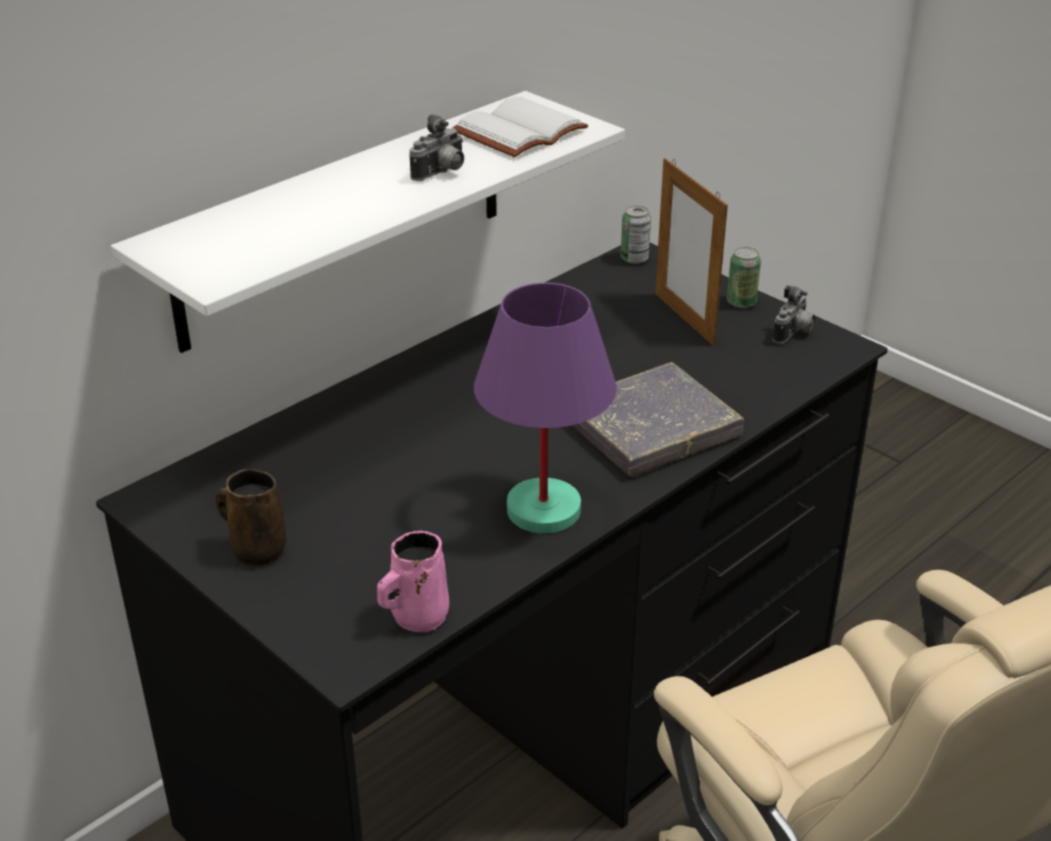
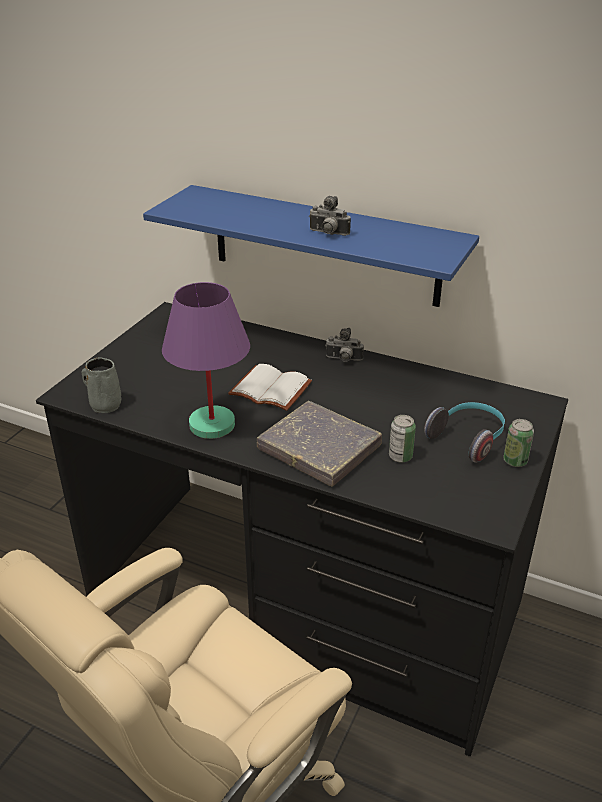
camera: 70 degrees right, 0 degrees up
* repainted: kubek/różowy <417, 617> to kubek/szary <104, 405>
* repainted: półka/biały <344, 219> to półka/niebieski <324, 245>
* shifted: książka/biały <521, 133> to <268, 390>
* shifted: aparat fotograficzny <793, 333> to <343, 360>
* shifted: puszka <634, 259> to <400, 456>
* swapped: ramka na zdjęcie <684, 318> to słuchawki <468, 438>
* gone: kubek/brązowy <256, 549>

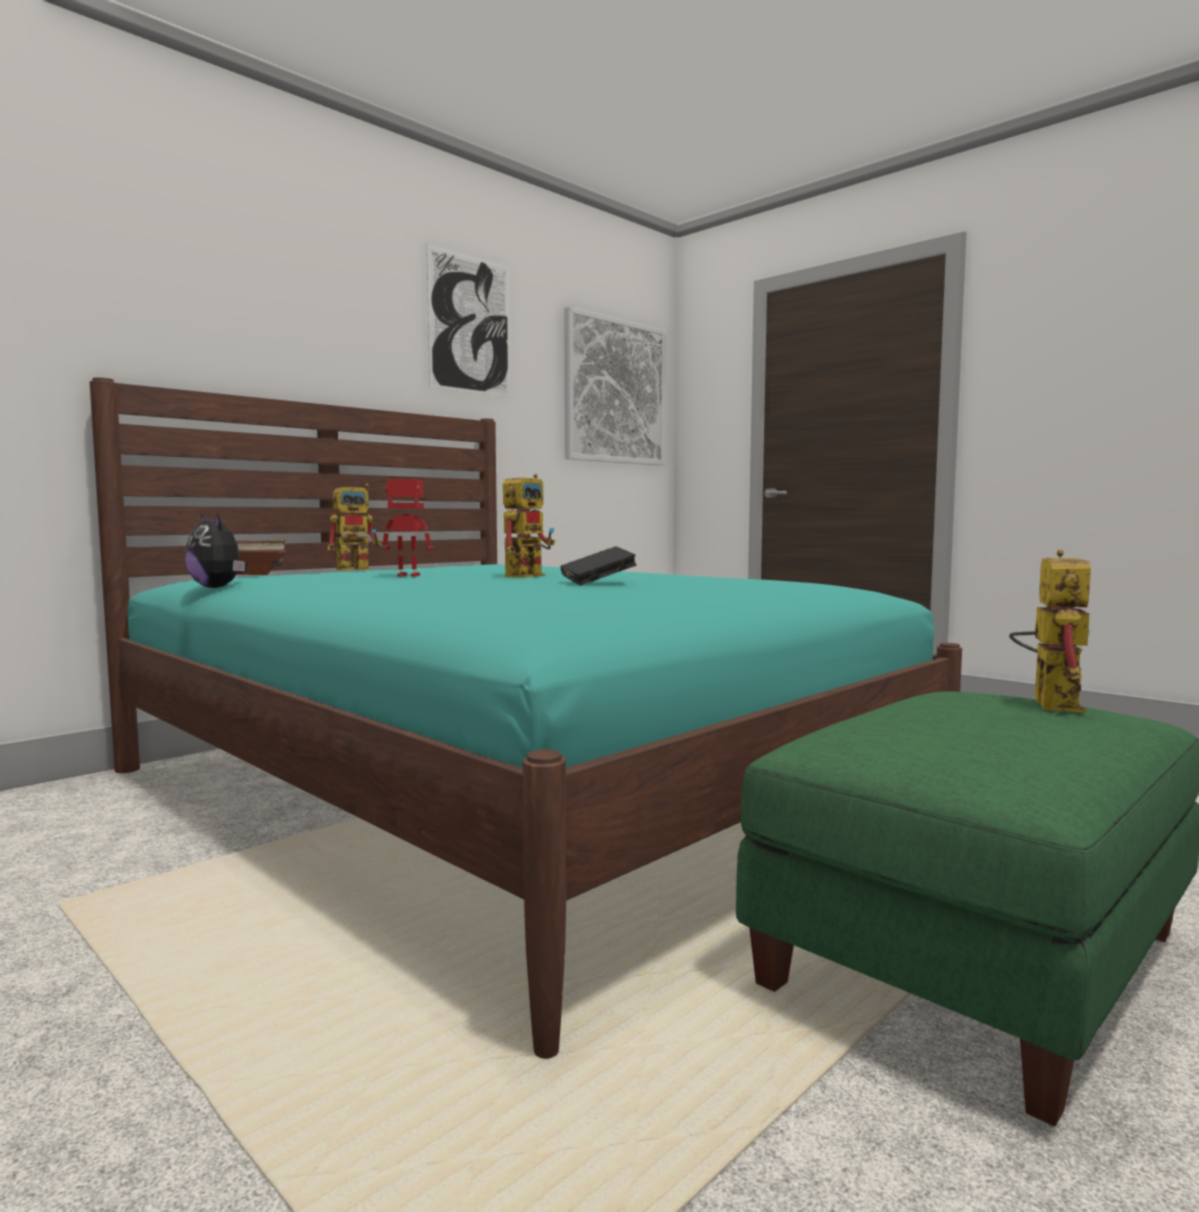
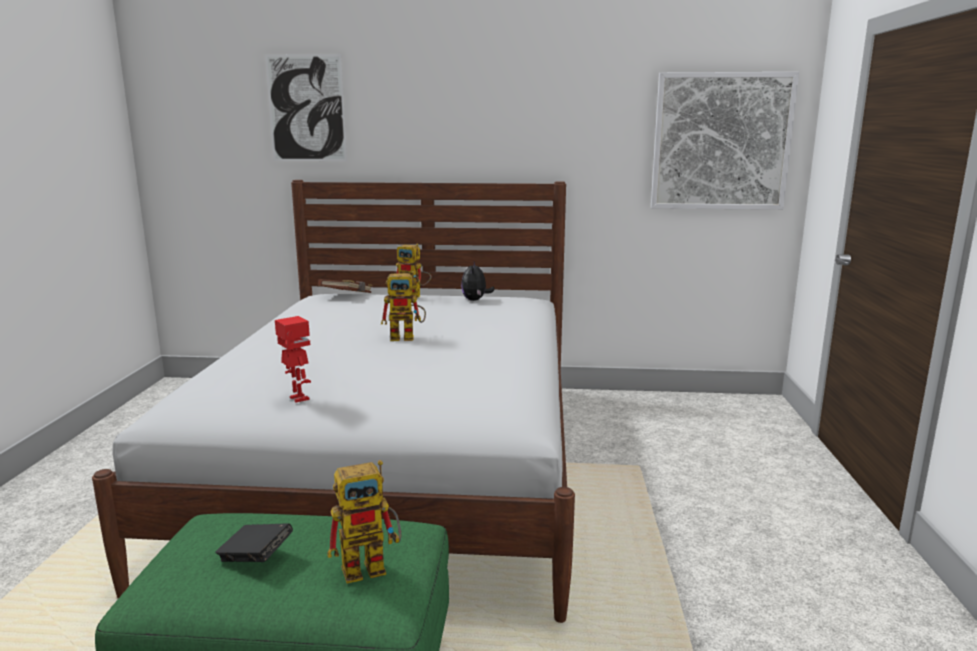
camera: 50 degrees right, 10 degrees up
* repainted: łóżko/turkusowy <506, 789> to łóżko/biały <398, 466>
* shifted: książka/czarny <598, 583> to <256, 557>
* shifted: obraz <470, 324> to <306, 108>
* shifted: robot zabawkowy <407, 576> to <298, 399>
* shifted: pluszak <218, 588> to <475, 300>

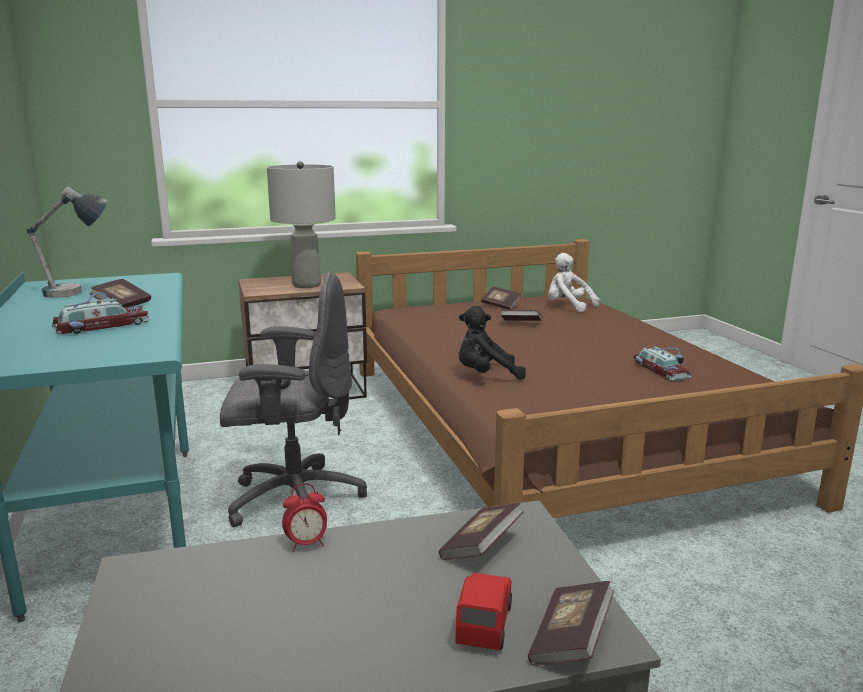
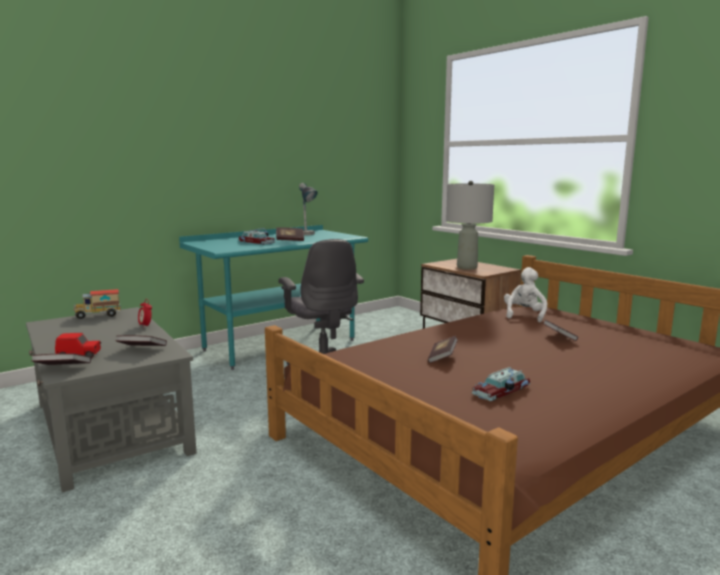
camera: 70 degrees right, 5 degrees down
* new: ciężarówka zabawkowa <98, 316>
* shifted: książka <500, 305> to <442, 357>
* shifted: pluszak/biały <568, 306> to <524, 315>
* gone: pluszak/czarny <486, 376>

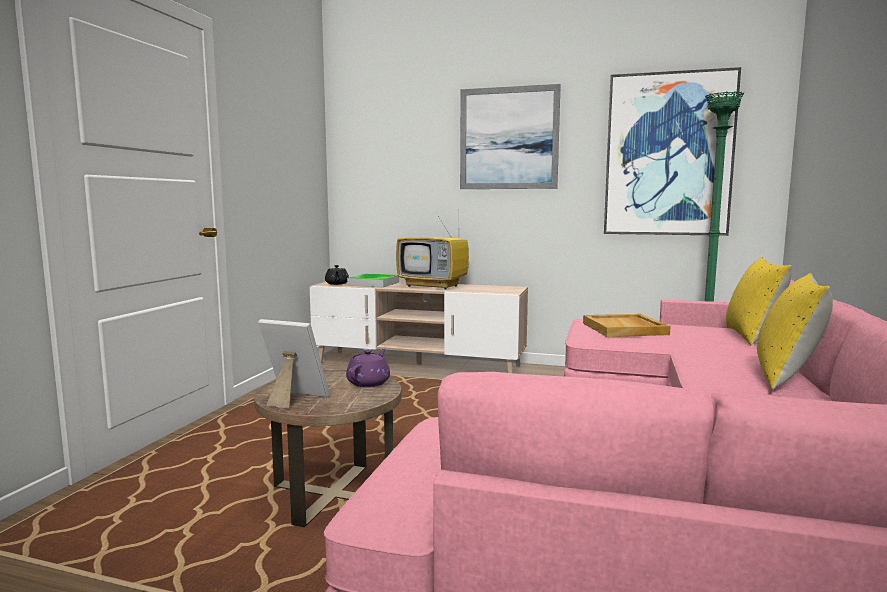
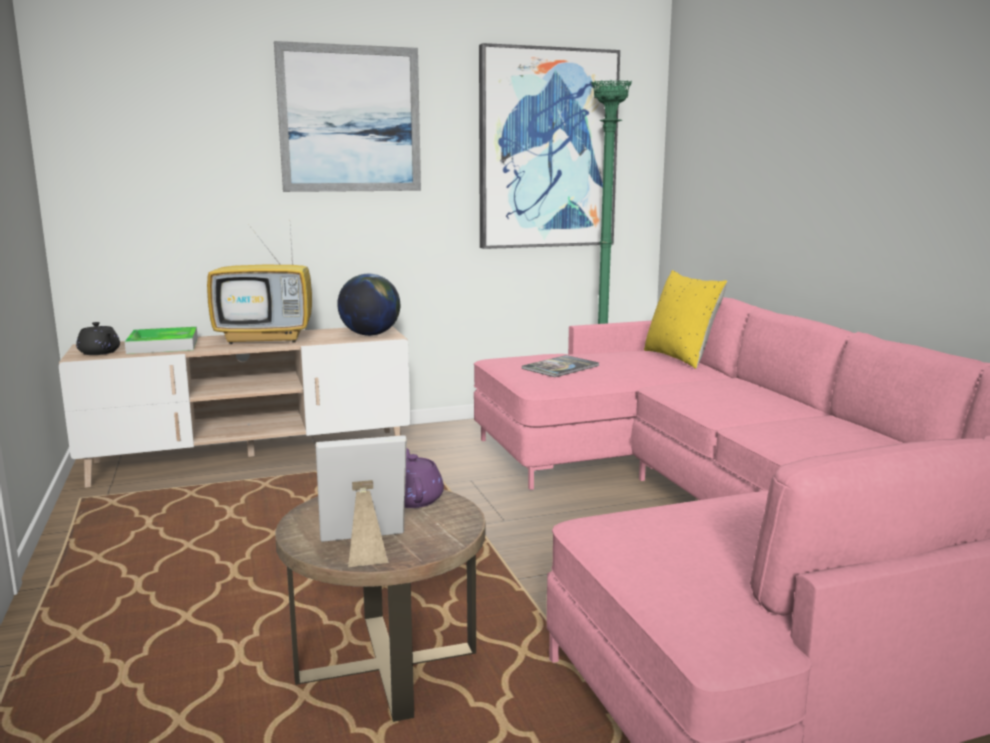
camera: 35 degrees left, 5 degrees up
* new: globus <370, 334>
* swapped: taca/beżowy <625, 329> to książka <560, 367>
* gone: poduszka/żółty <787, 377>

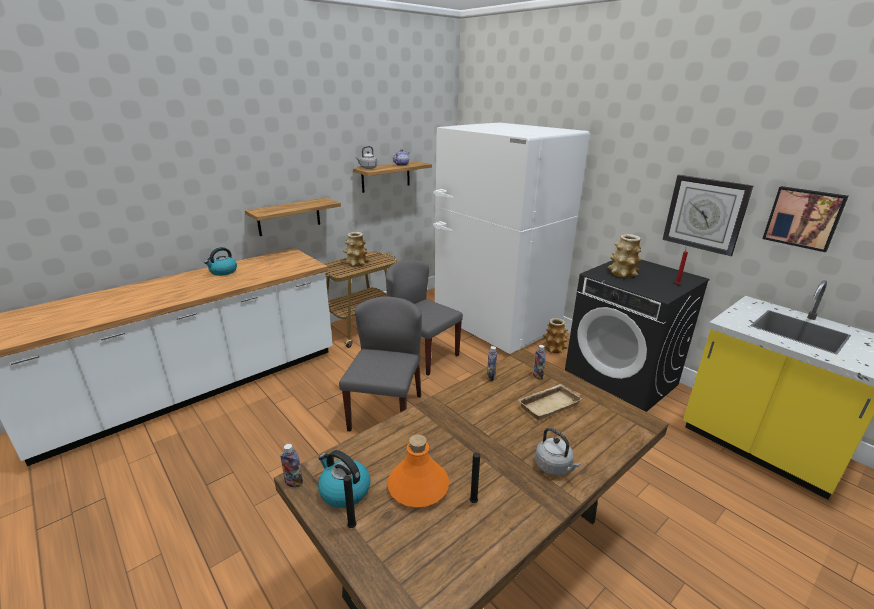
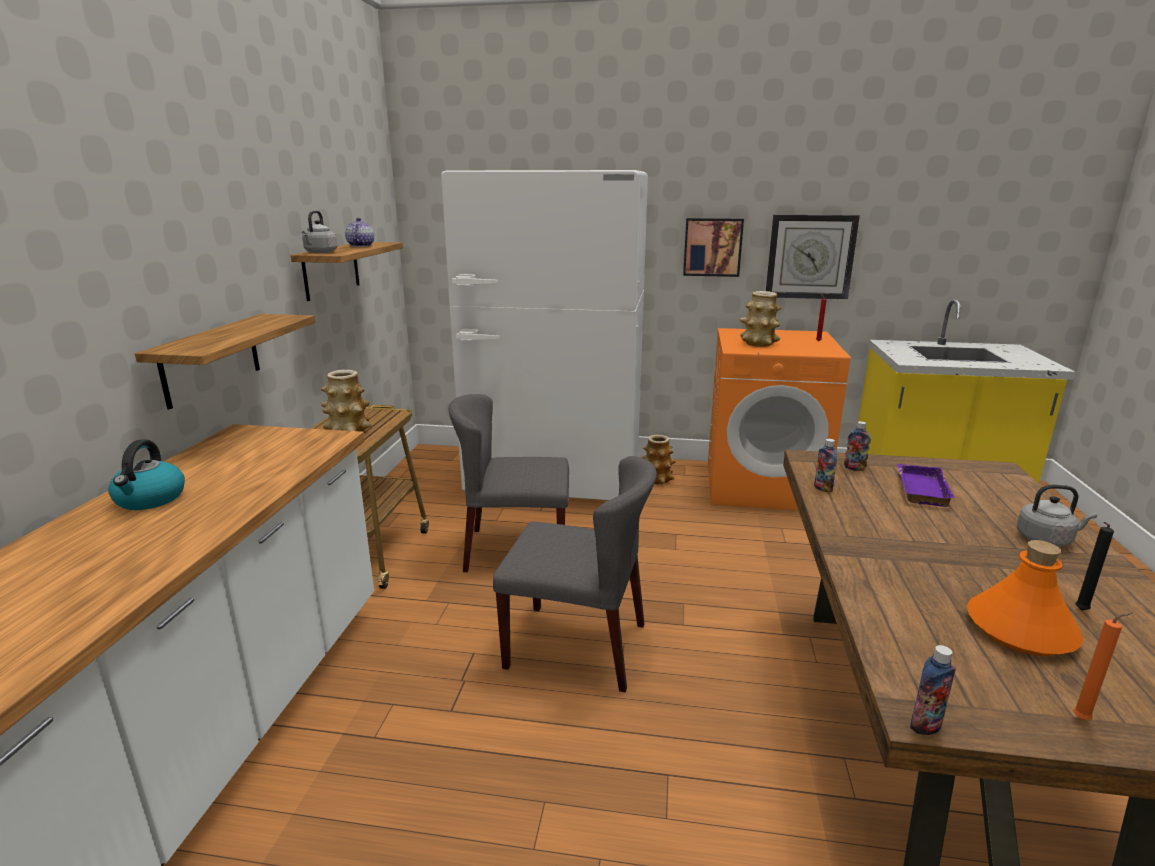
camera: 40 degrees left, 5 degrees down
* rotated: krzesło/szary <385, 411> = <578, 645> 135 degrees clockwise
* shifted: obraz <803, 218> to <712, 247>
* repainted: pralka/czarny <621, 381> to pralka/pomarańczowy <763, 485>
* repainted: taca/beżowy <548, 404> to taca/fioletowy <919, 489>
* repainted: świeca/czarny <352, 528> to świeca/pomarańczowy <1083, 719>
* gone: czajnik <344, 491>

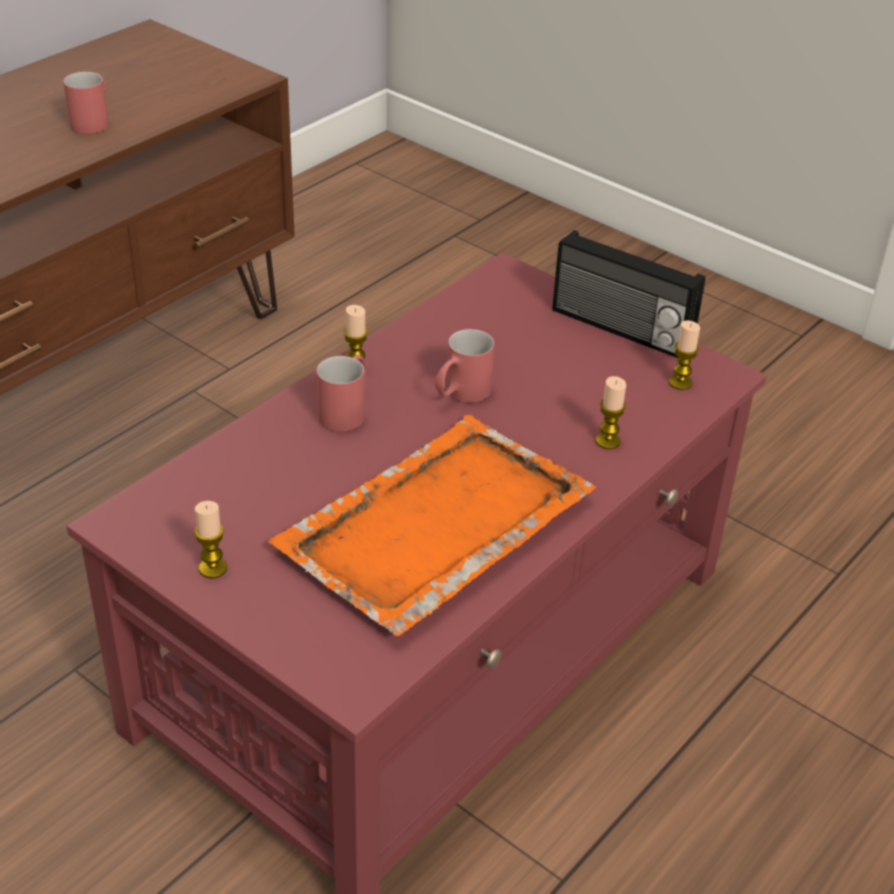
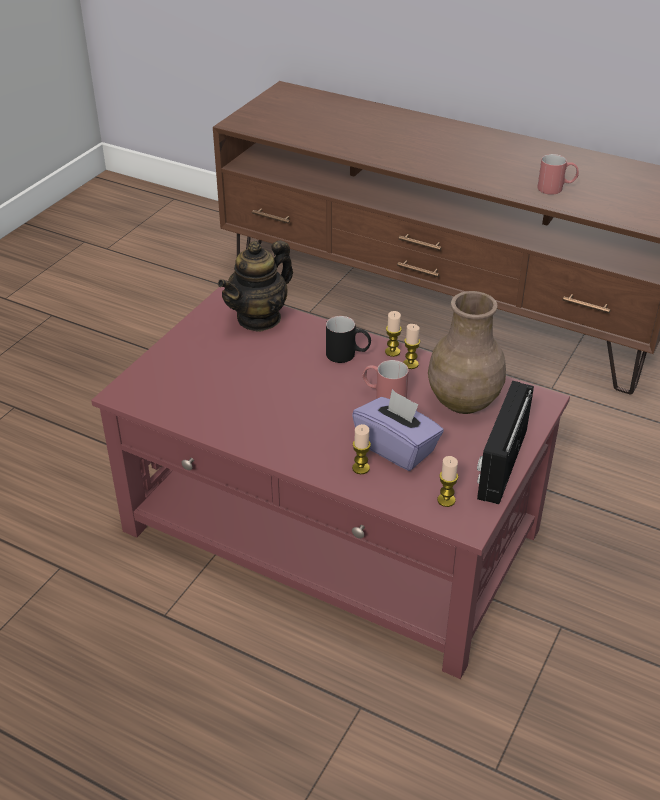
camera: 80 degrees right, 0 degrees up
* new: imbryk <259, 318>
* repainted: kubek/czerwony <347, 410> to kubek/czarny <348, 355>
* new: pudełko chusteczek/fioletowy <396, 448>
* shifted: świeca <213, 568> to <410, 364>
* new: wazon/brązowy <463, 402>
* gone: taca/pomarańczowy <433, 527>

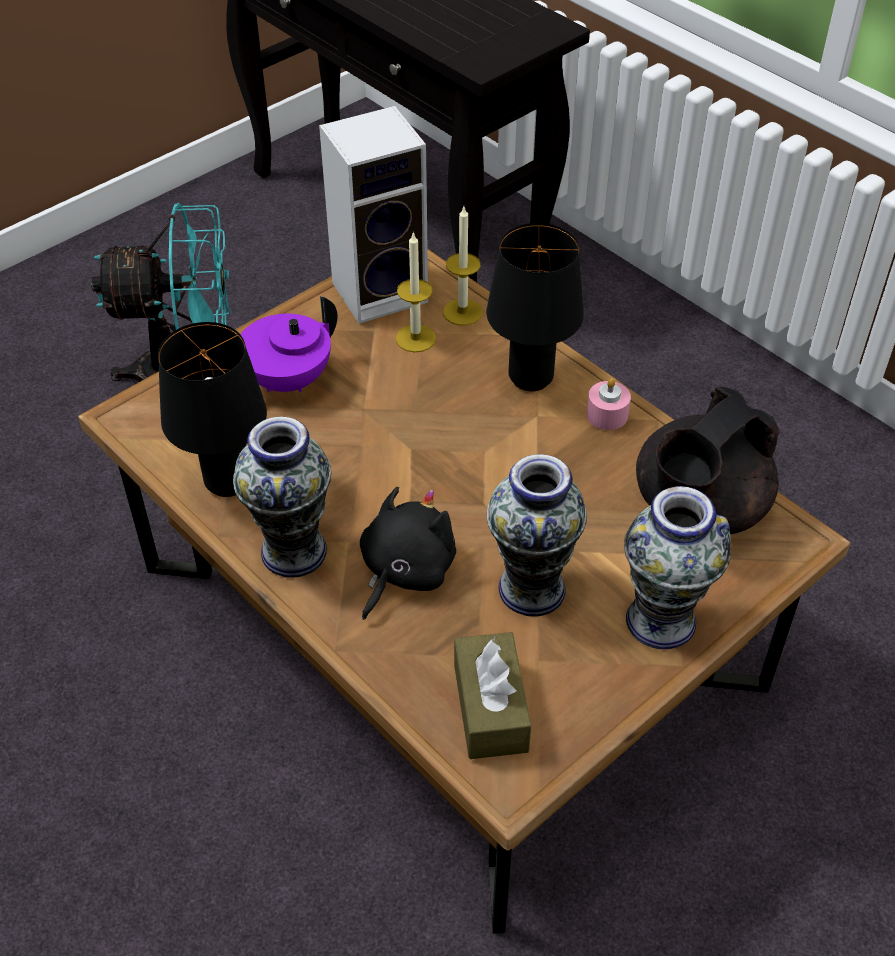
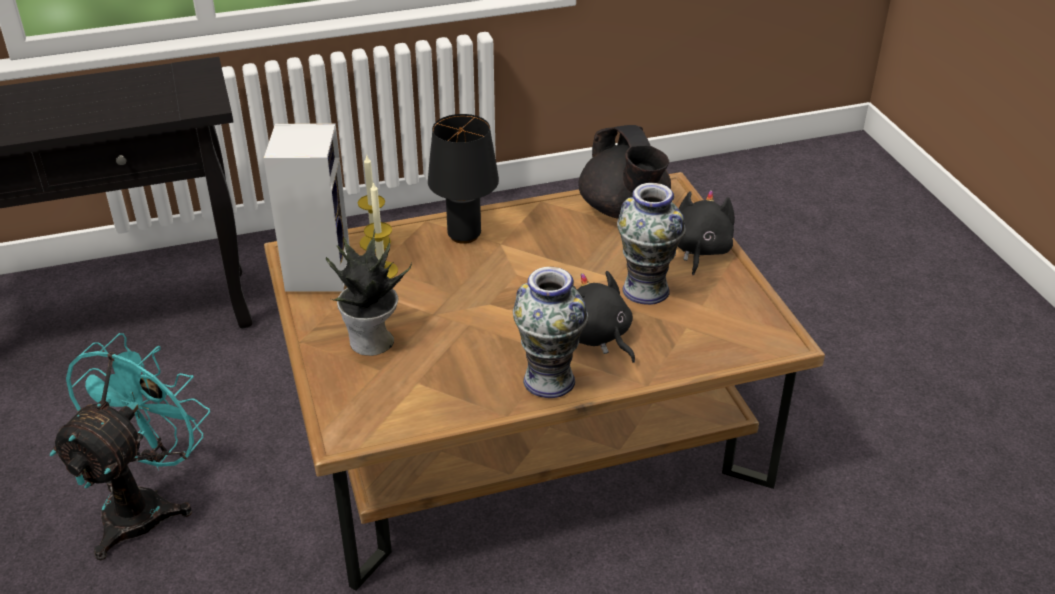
camera: 65 degrees left, 10 degrees down
* swapped: imbryk/fioletowy <286, 380> to roślina doniczkowa <372, 343>
* swapped: wazon <661, 620> to pluszak/czarny <699, 250>
* gone: lampa stołowa/czarny <228, 482>
* gone: pudełko chusteczek/brązowy <490, 708>
* gone: świeca/różowy <607, 415>

